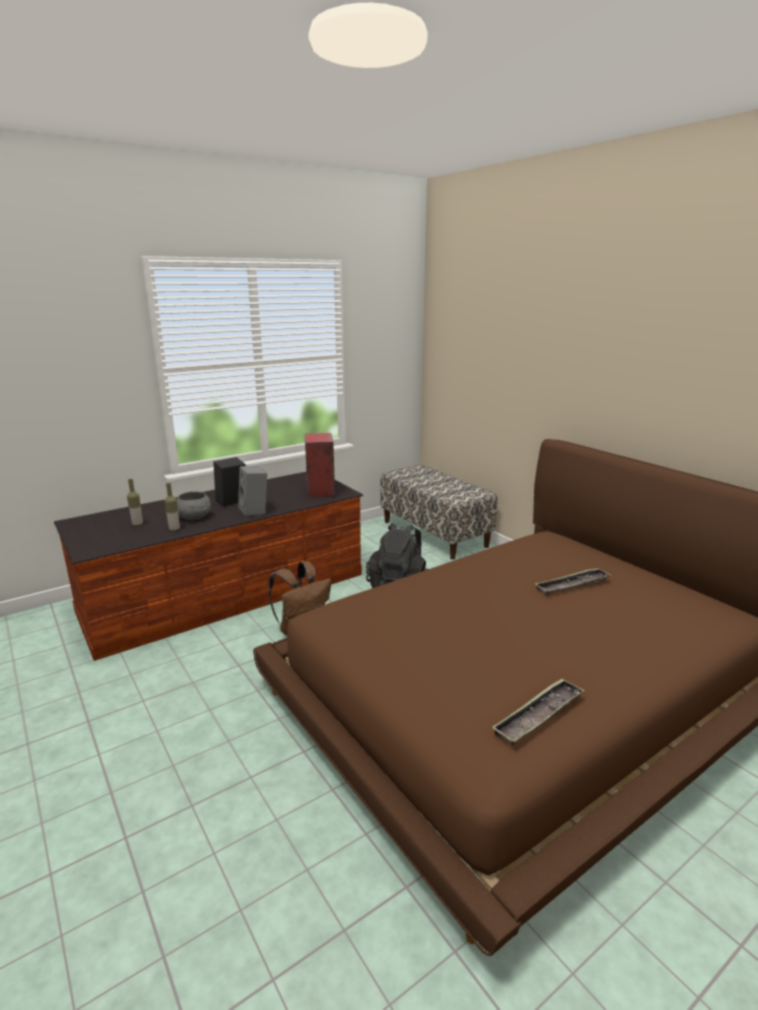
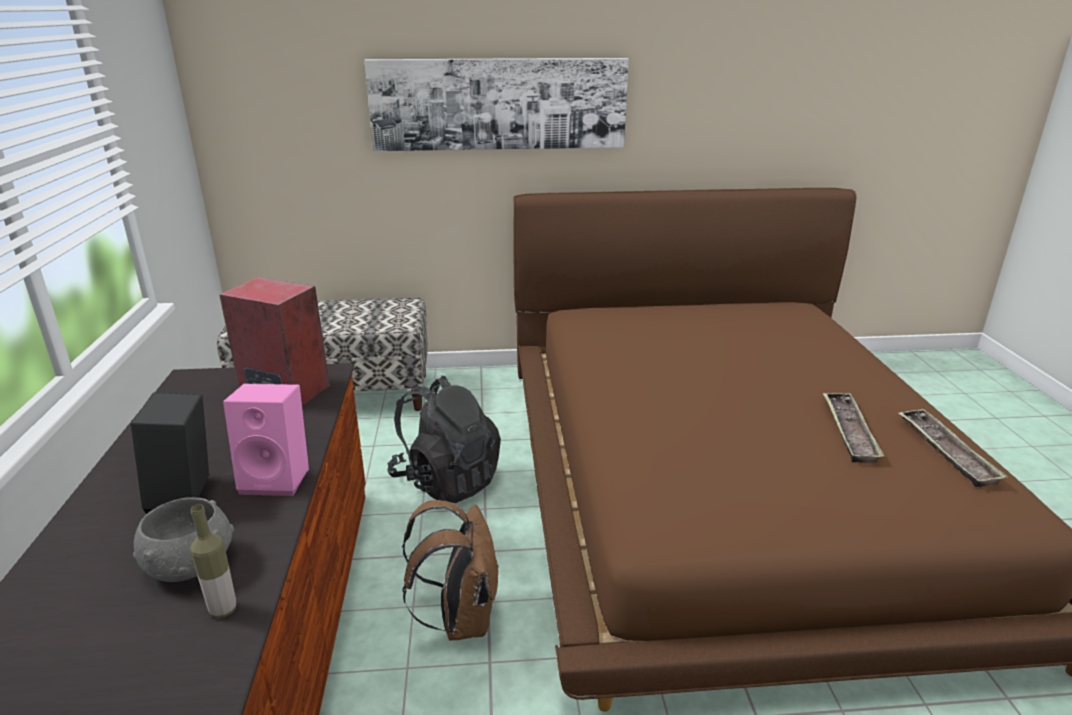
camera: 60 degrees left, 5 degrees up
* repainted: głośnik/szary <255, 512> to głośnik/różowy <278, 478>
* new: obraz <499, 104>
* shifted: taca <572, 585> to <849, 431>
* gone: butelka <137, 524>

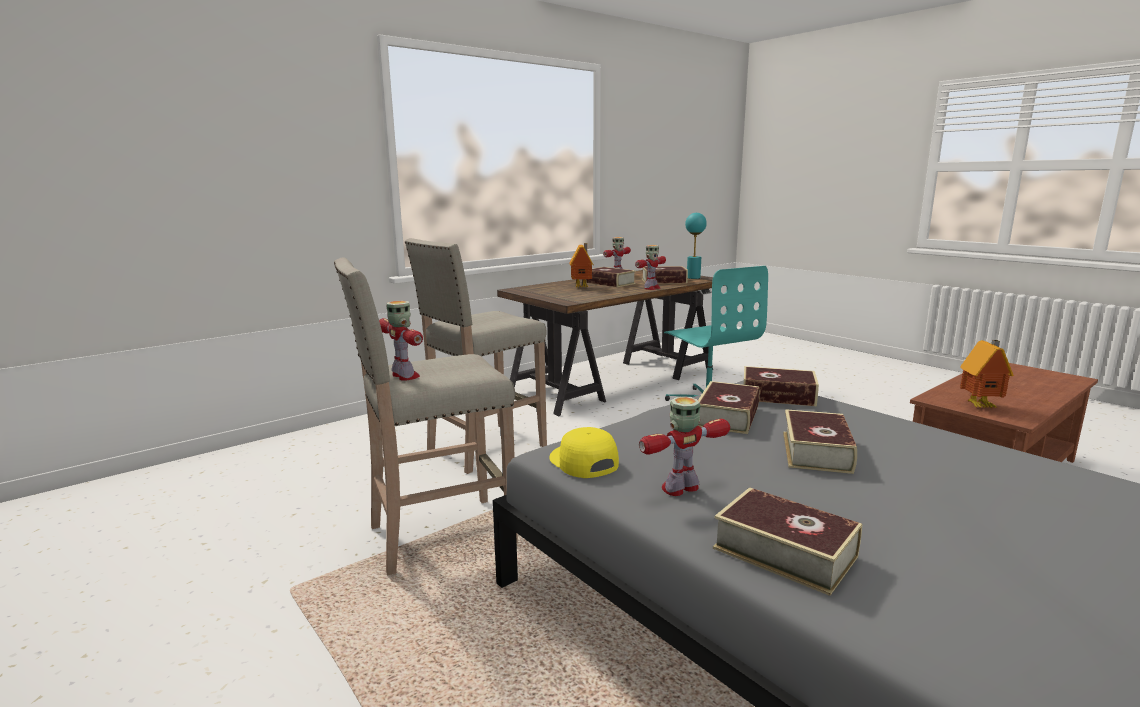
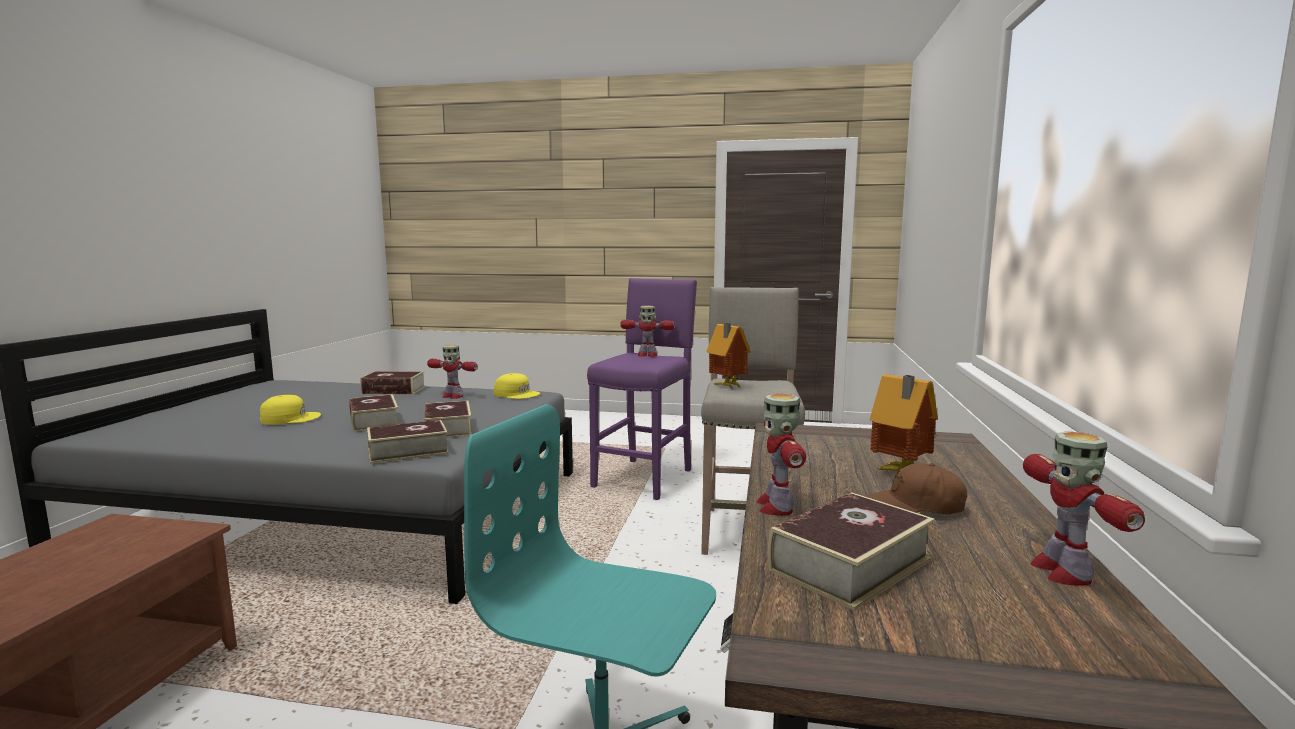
camera: 140 degrees right, 5 degrees down
* new: czapka z daszkiem/żółty <290, 418>
* rotated: robot zabawkowy <681, 488> = <452, 396> 90 degrees clockwise
* repainted: stołek/beżowy <438, 535> to stołek/fioletowy <645, 478>
* shifted: domek <981, 406> to <726, 387>
* swapped: książka <610, 283> to czapka z daszkiem/brązowy <915, 507>
* gone: lampa stołowa/turkusowy <693, 277>

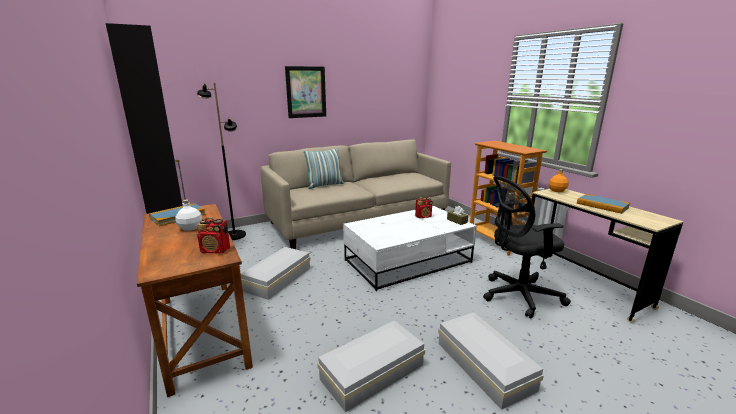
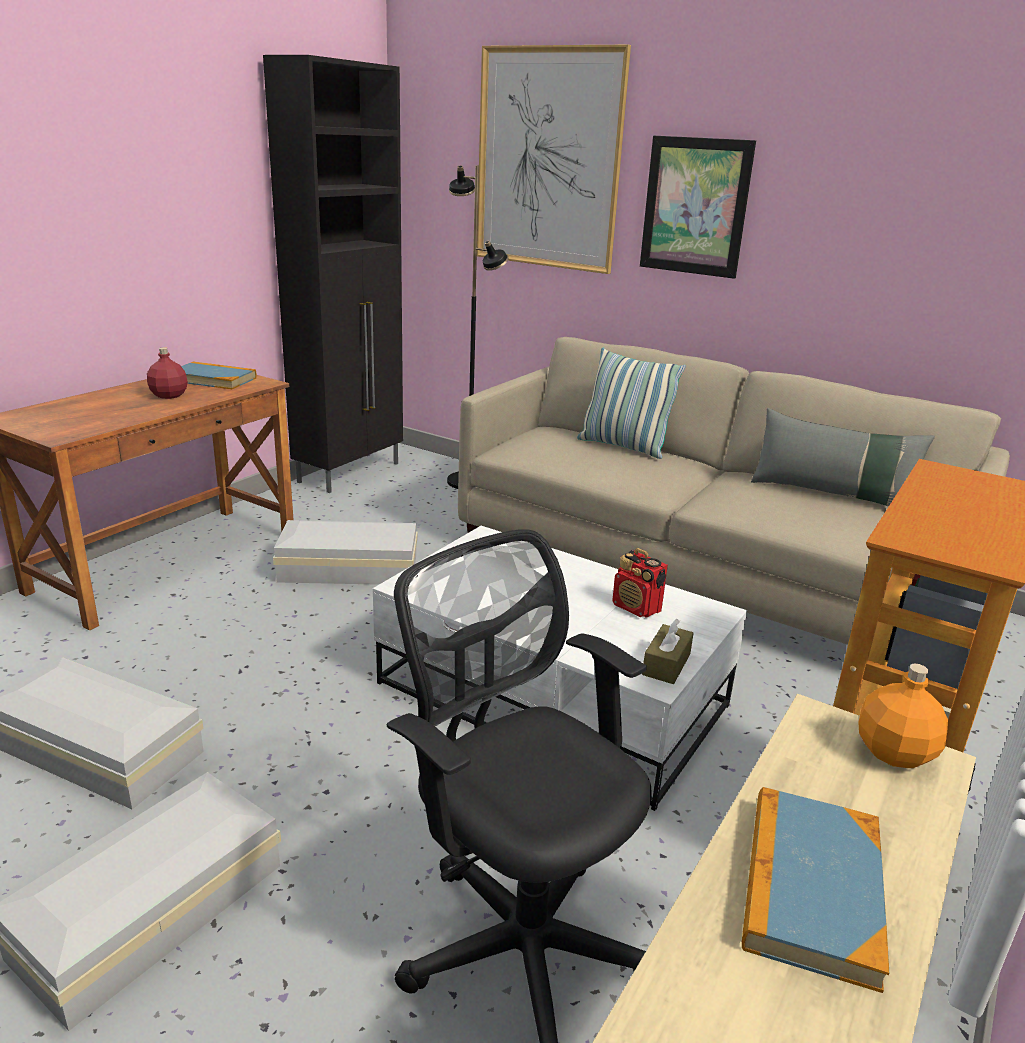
camera: 60 degrees right, 5 degrees up
* repainted: butelka/biały <190, 228> to butelka/czerwony <169, 395>
* new: obraz <548, 160>
* new: poduszka/szary <831, 494>
* gone: radio <215, 250>

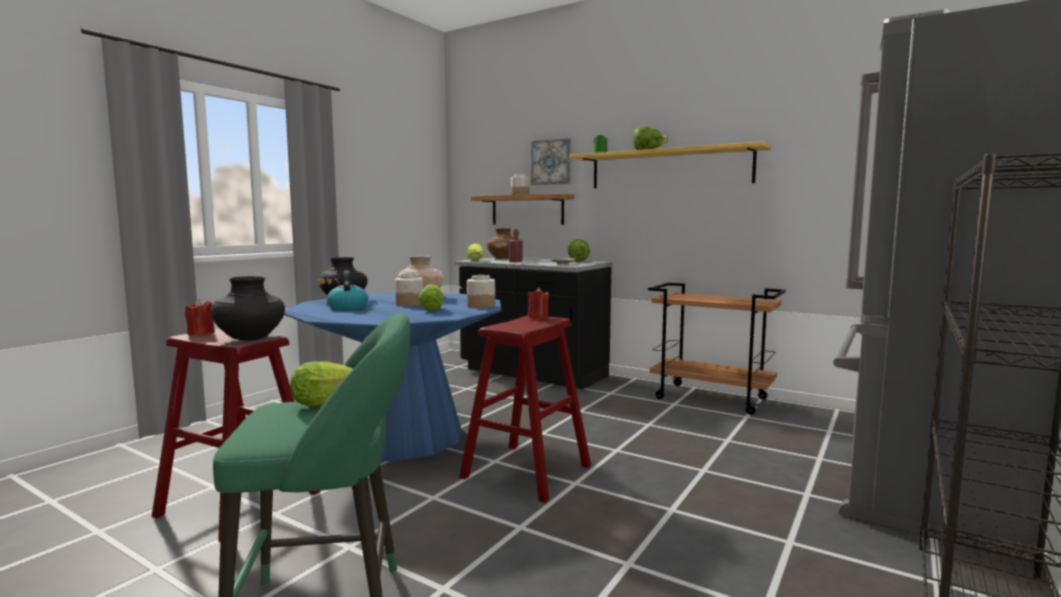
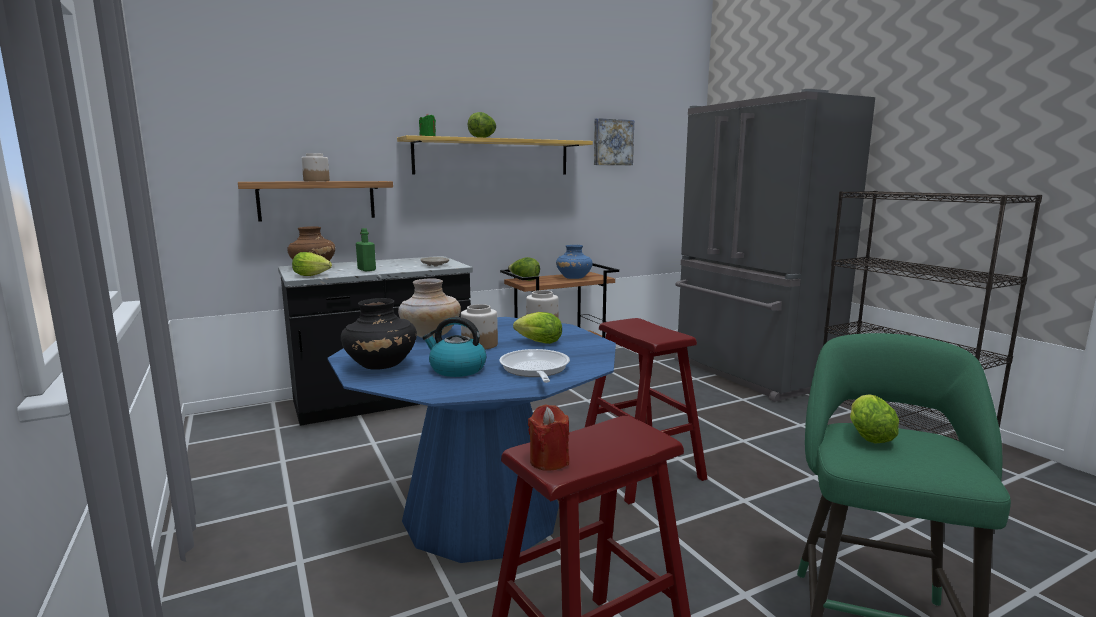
camera: 60 degrees left, 5 degrees up
* repainted: butelka/czerwony <515, 261> to butelka/zielony <366, 270>
* new: patelnia <534, 370>
* shifted: sałata <578, 261> to <524, 280>
* new: wazon/niebieski <574, 278>
* shifted: obraz <552, 162> to <612, 142>
* gone: wazon/czarny <250, 338>
* gone: świeca/czerwony <538, 317>

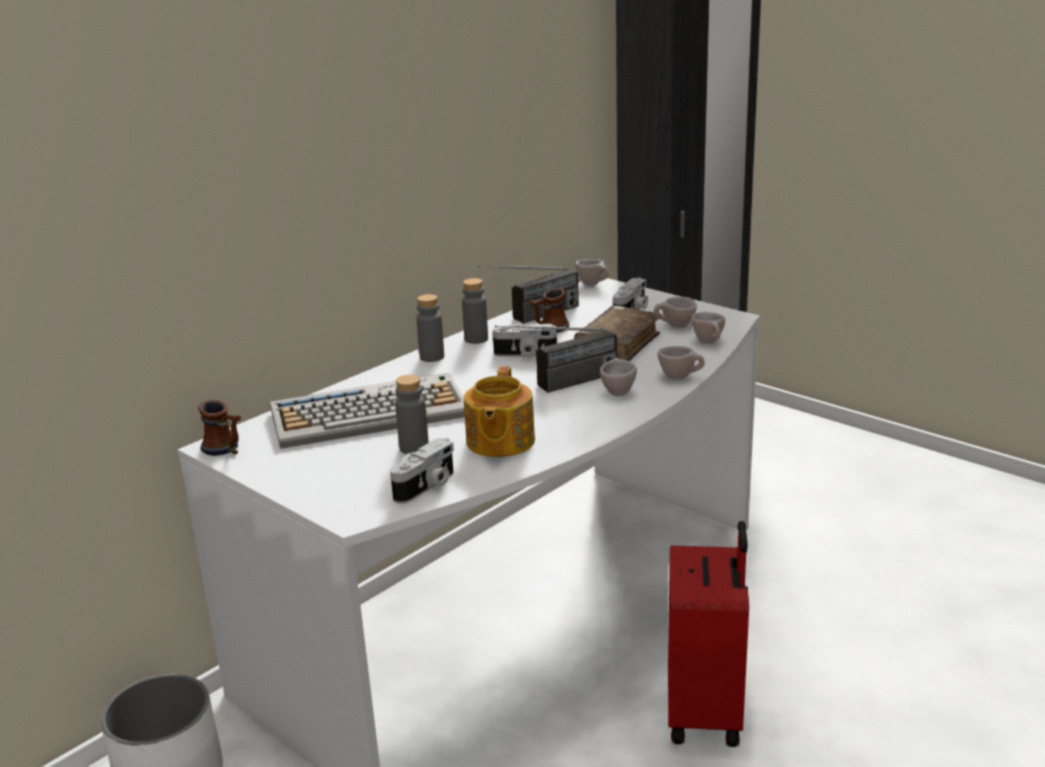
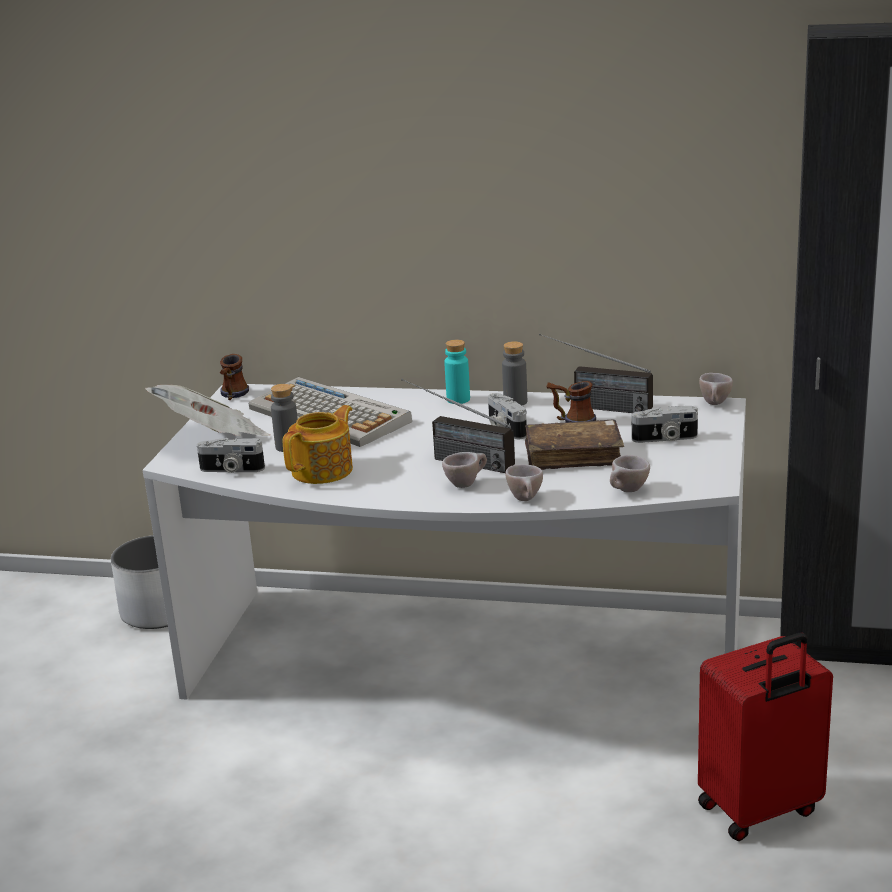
camera: 60 degrees right, 0 degrees up
* new: gazeta <213, 439>
* rotated: imbryk <499, 442> = <324, 470> 150 degrees clockwise
* repainted: butelka/szary <432, 357> to butelka/turkusowy <458, 399>
* shifted: walizka/czerwony <706, 713> to <760, 810>
* gone: filiżanka/beżowy <674, 326>

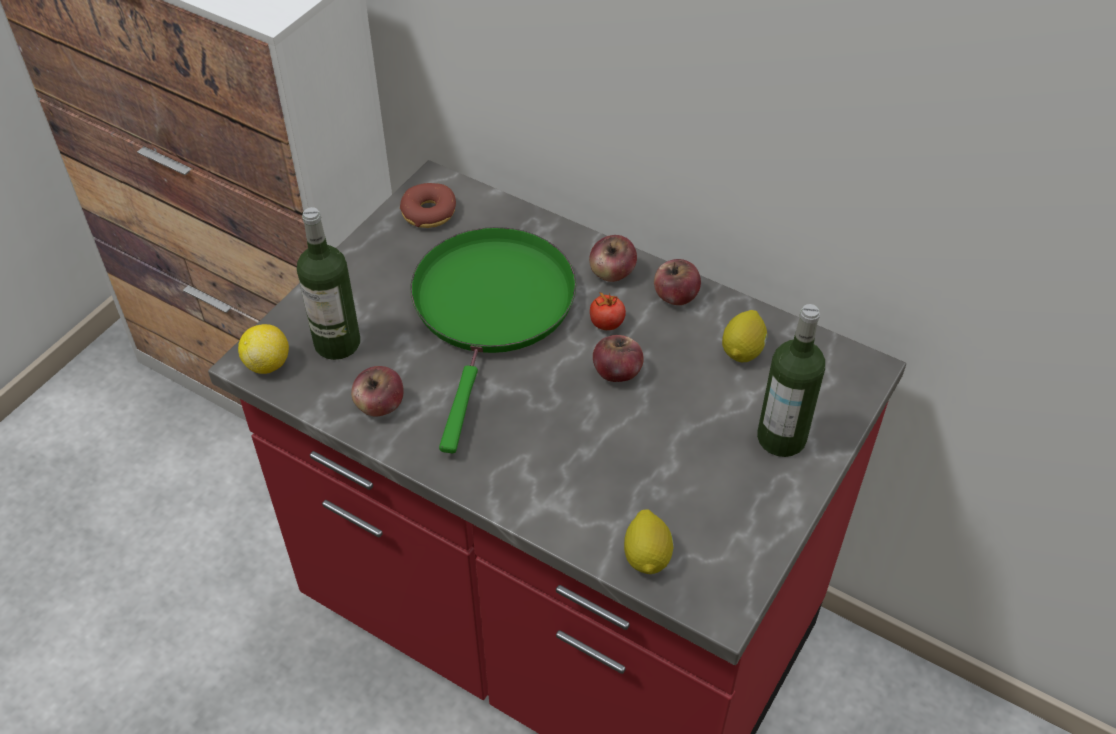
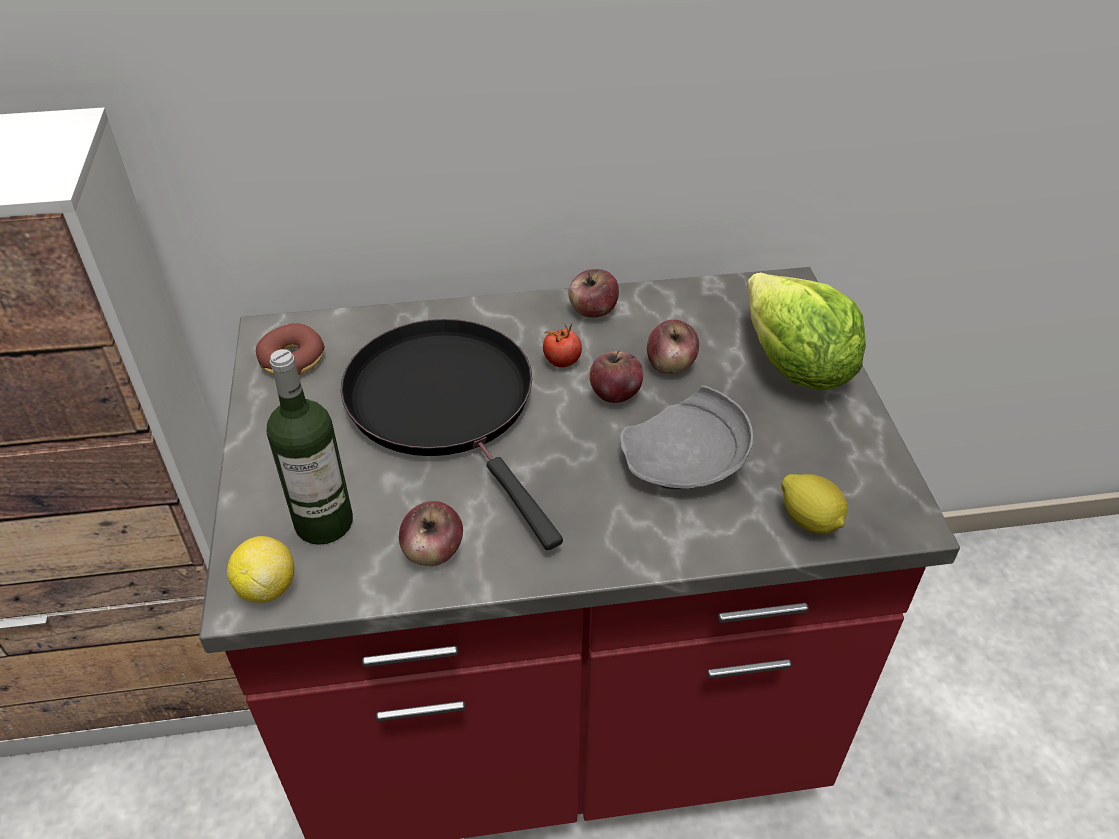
camera: 40 degrees left, 5 degrees down
* repainted: patelnia/zielony <492, 308> to patelnia/czarny <447, 405>
* new: talerz/szary <685, 462>
* shifted: jabłko <612, 273> to <671, 365>
* swapped: butelka <781, 438> to sałata <794, 367>
* gone: cytryna <743, 351>

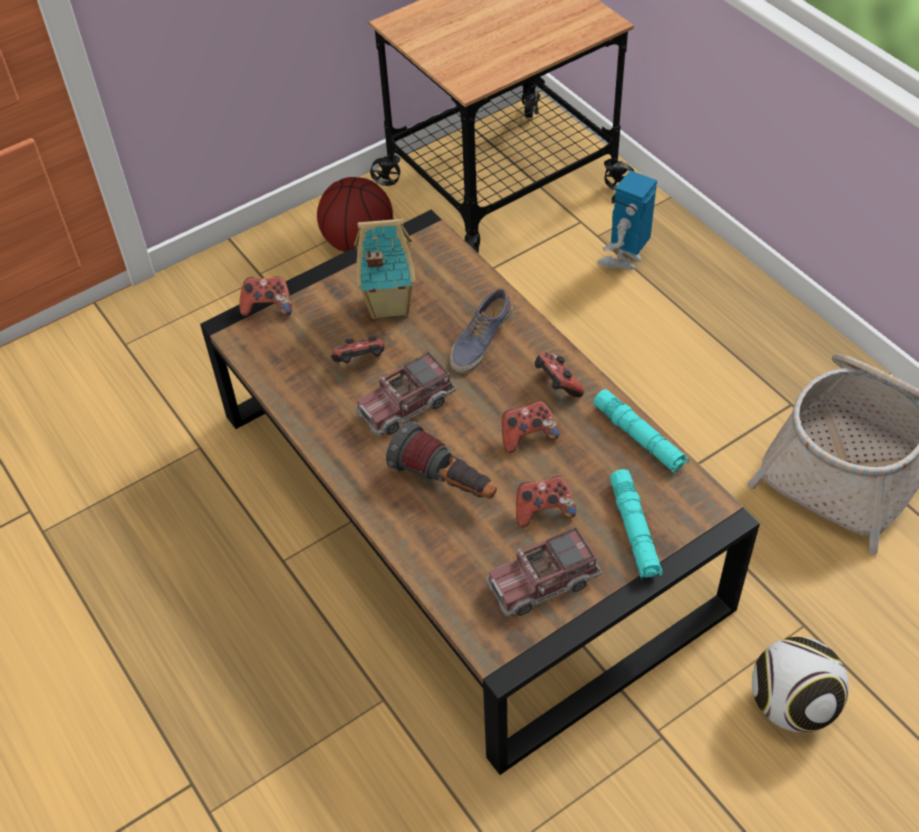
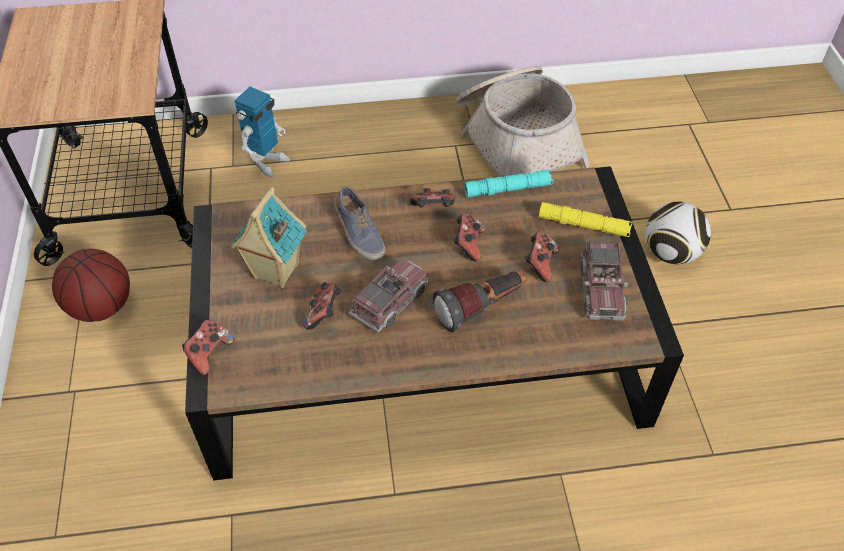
camera: 65 degrees left, 0 degrees up
* rotated: robot zabawkowy <624, 259> = <267, 162> 120 degrees counterclockwise
* rotated: ciężarówka zabawkowa <406, 405> = <390, 302> 135 degrees counterclockwise
* repainted: latarka/turkusowy <634, 530> to latarka/żółty <584, 225>

